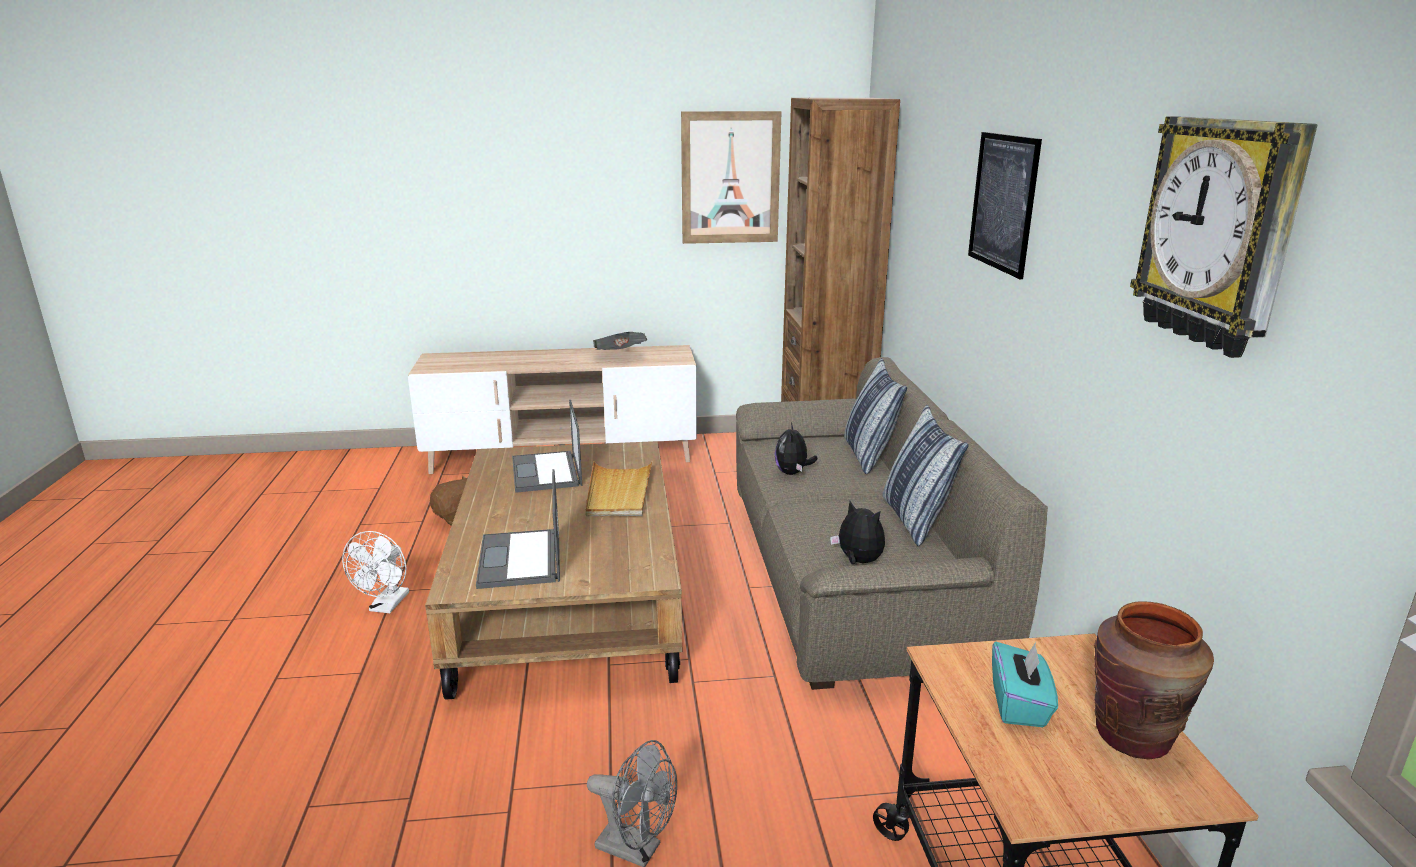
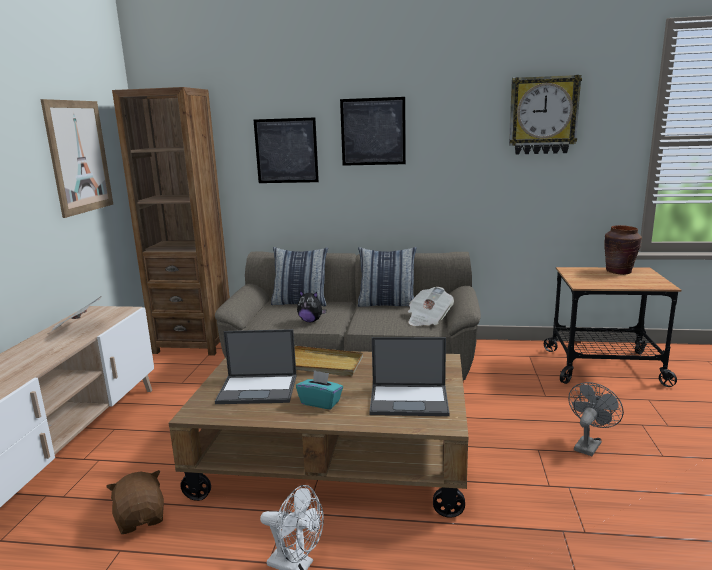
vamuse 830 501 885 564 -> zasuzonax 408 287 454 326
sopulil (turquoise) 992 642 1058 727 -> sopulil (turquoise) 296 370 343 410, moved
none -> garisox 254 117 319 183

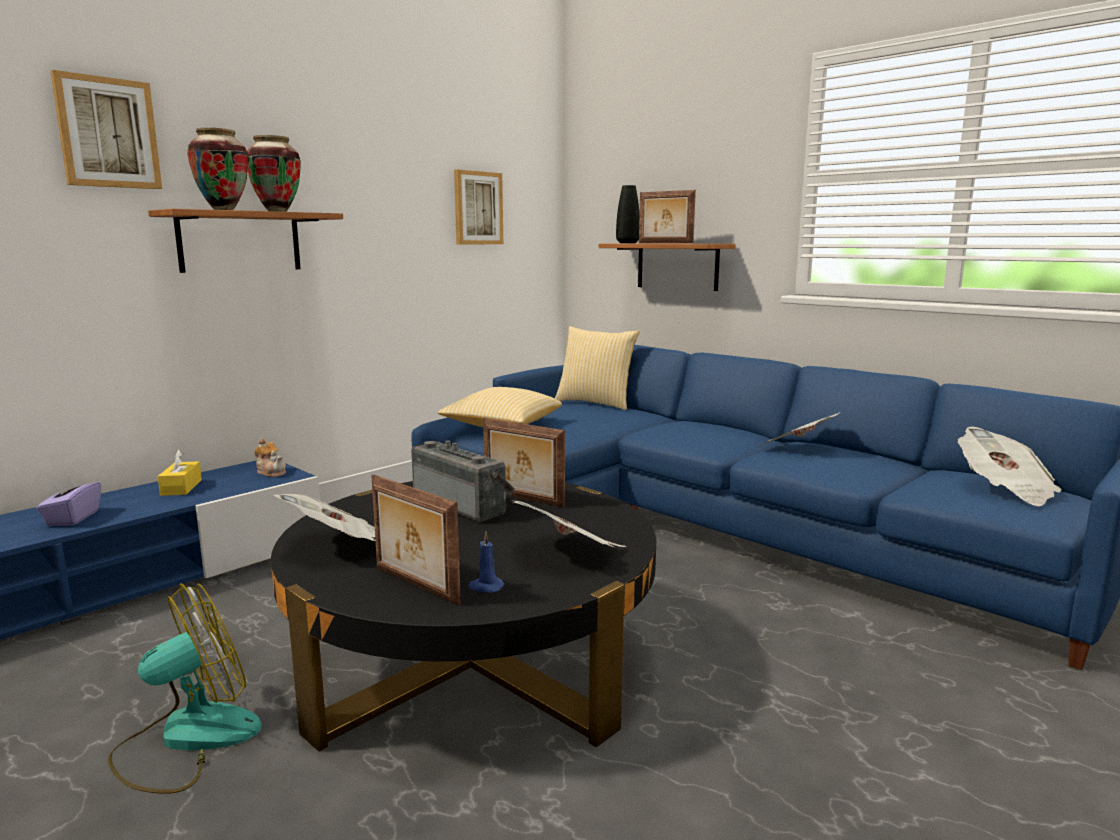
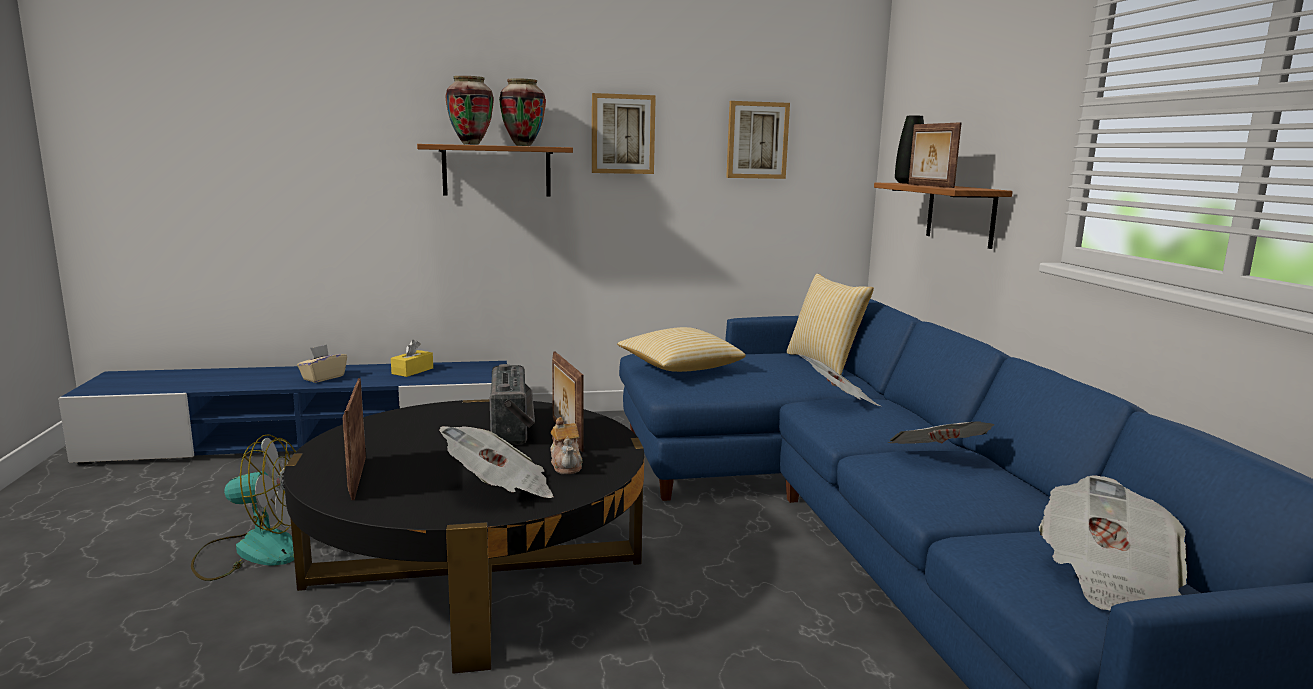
garisox 50 70 162 189 -> garisox 592 93 656 174, moved
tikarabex 254 438 286 477 -> tikarabex 550 417 583 474, moved
sopulil (purple) 36 474 101 526 -> sopulil (beige) 297 344 347 383
zasuzonax 273 494 375 541 -> zasuzonax 798 354 880 406, moved
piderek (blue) 468 532 505 593 -> none

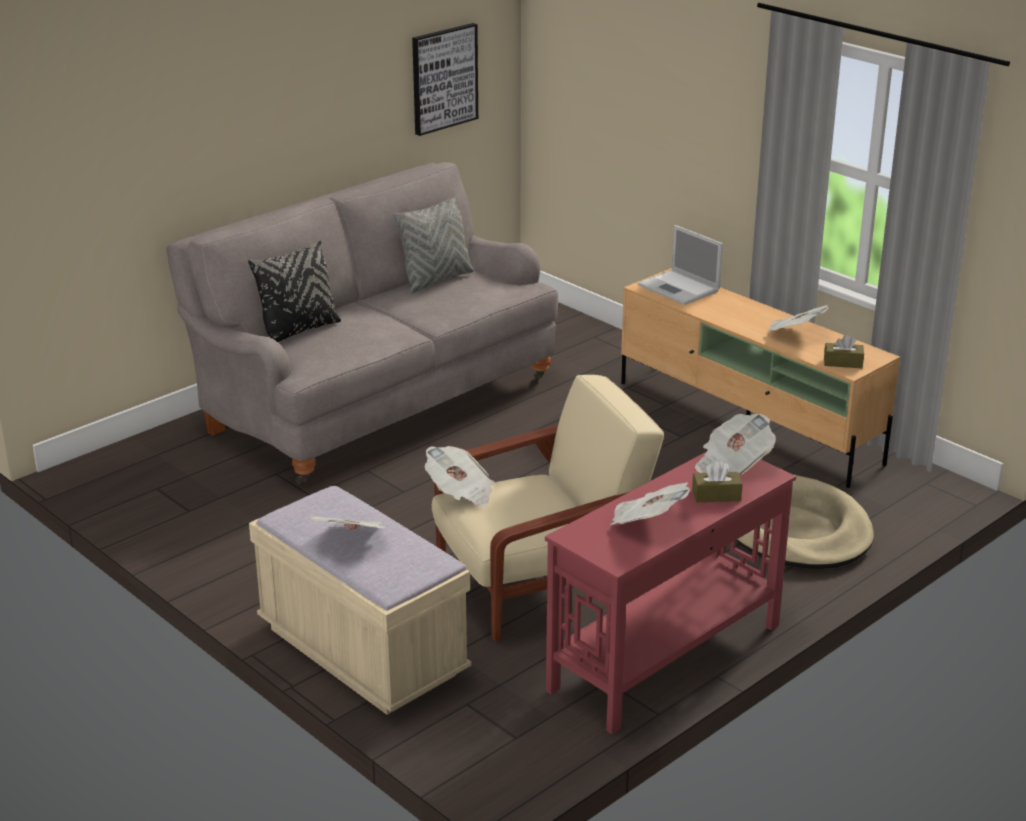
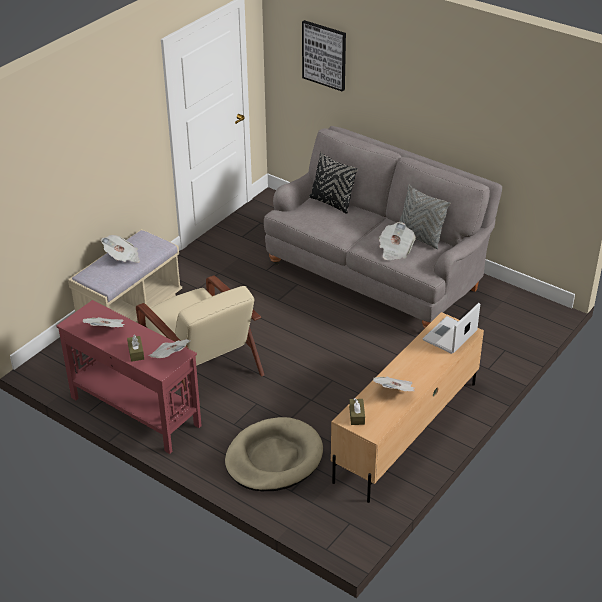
garisox 412 23 478 136 -> garisox 302 20 346 92, moved
zasuzonax 424 446 495 507 -> zasuzonax 379 222 415 260, moved

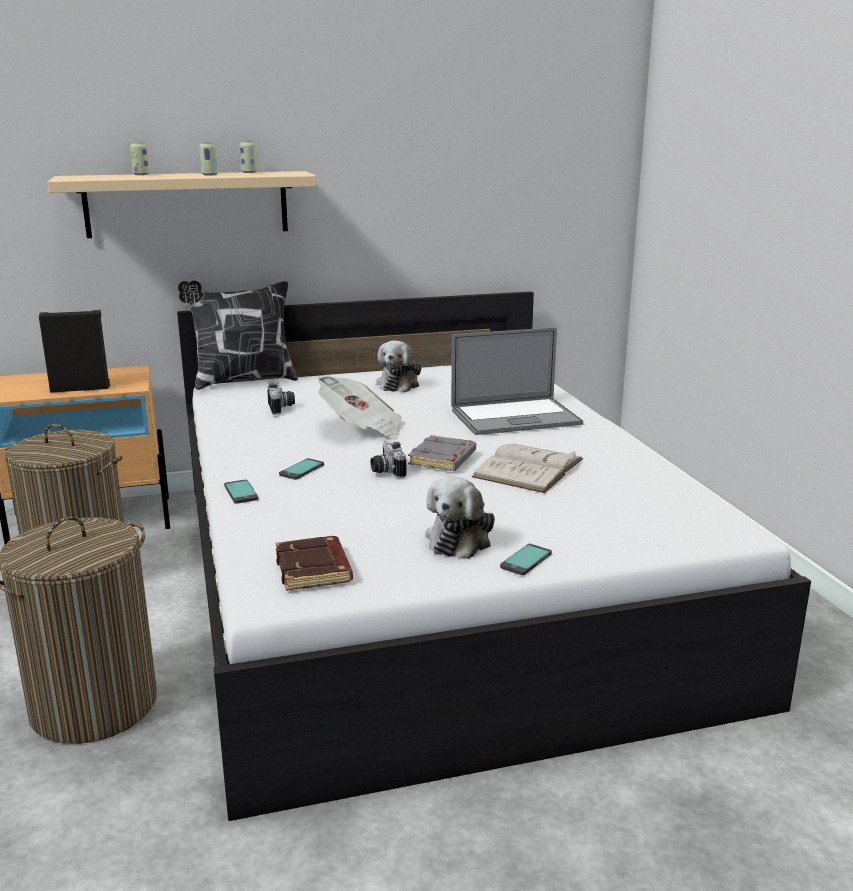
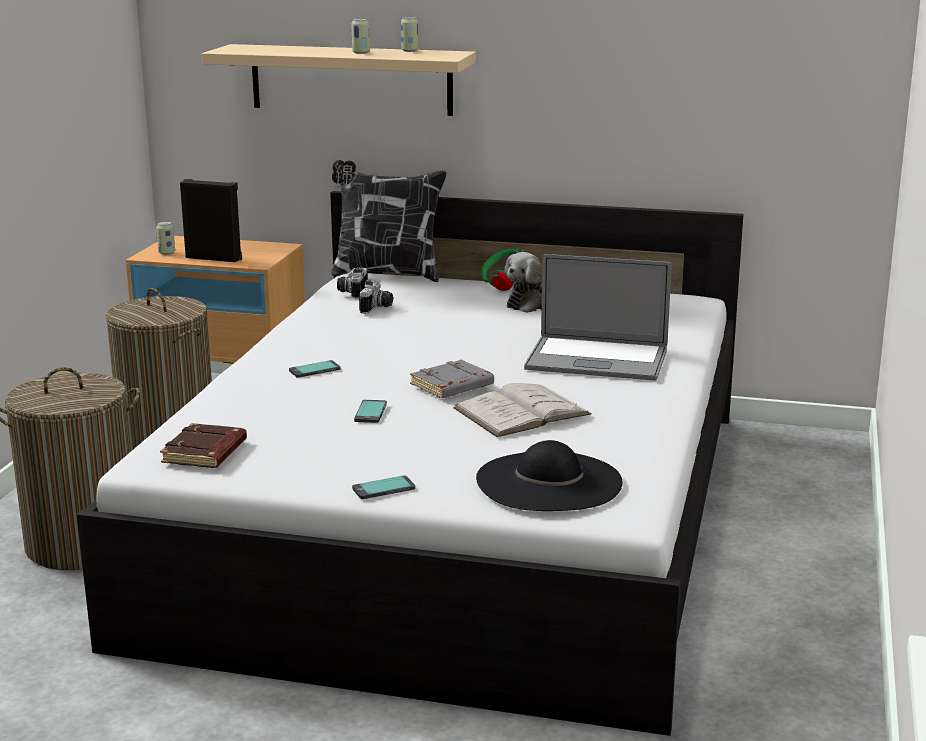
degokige 130 142 149 175 -> degokige 156 222 175 255, moved
zasuzonax 318 375 402 438 -> none
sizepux 370 441 406 478 -> sizepux 337 267 368 299, moved
vamuse 425 477 495 559 -> none
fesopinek 224 480 258 504 -> fesopinek 354 400 387 423, moved
none -> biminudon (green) 481 249 526 291
none -> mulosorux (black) 476 440 623 511

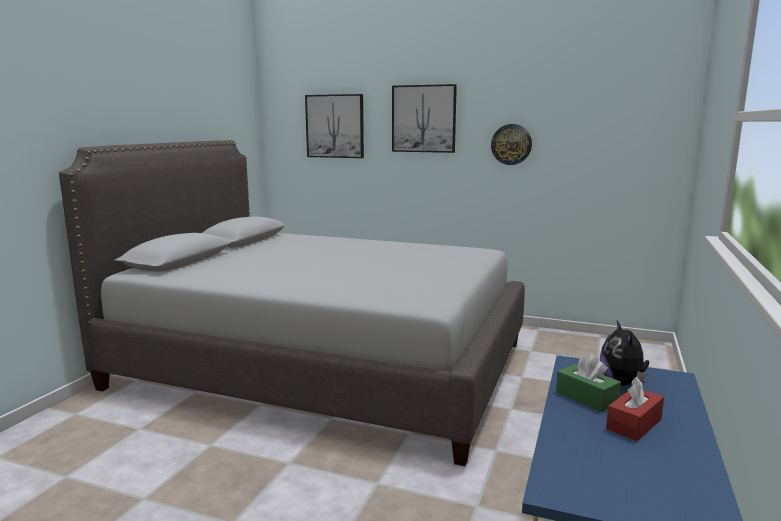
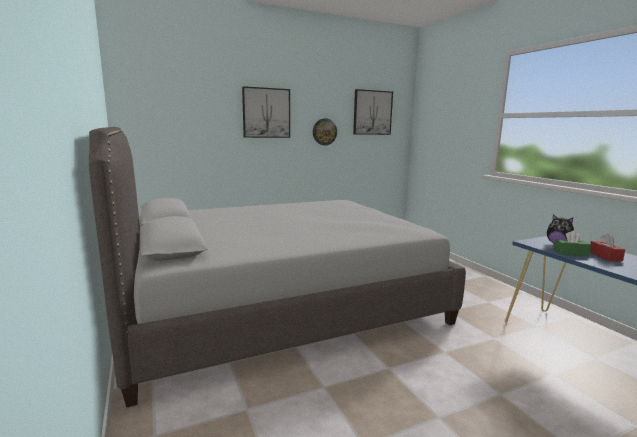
garisox 305 94 364 158 -> garisox 353 89 393 135, moved

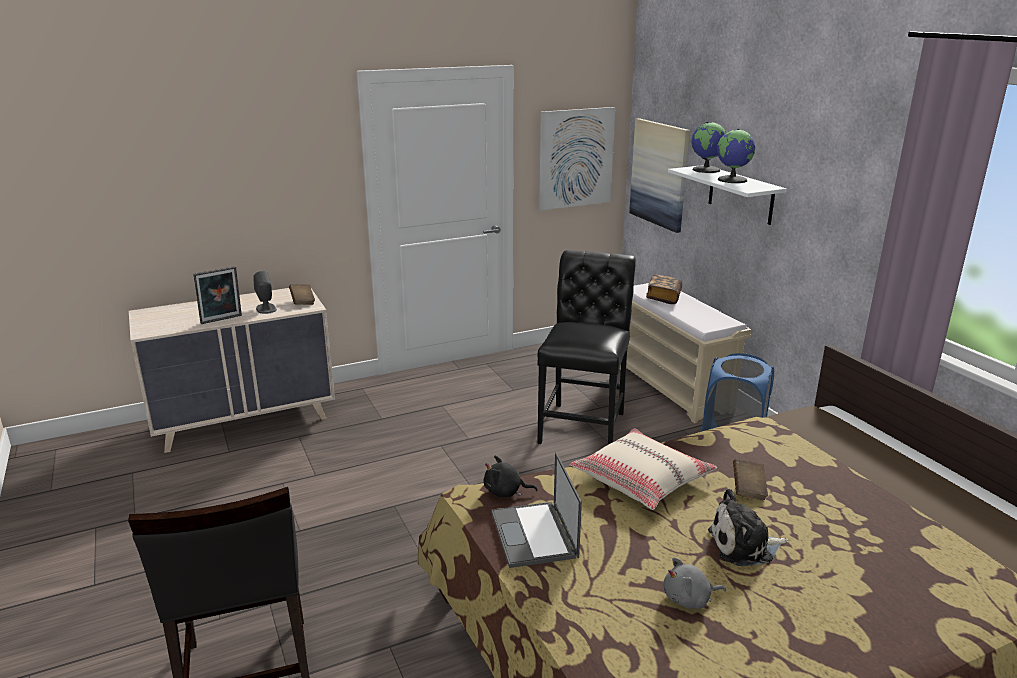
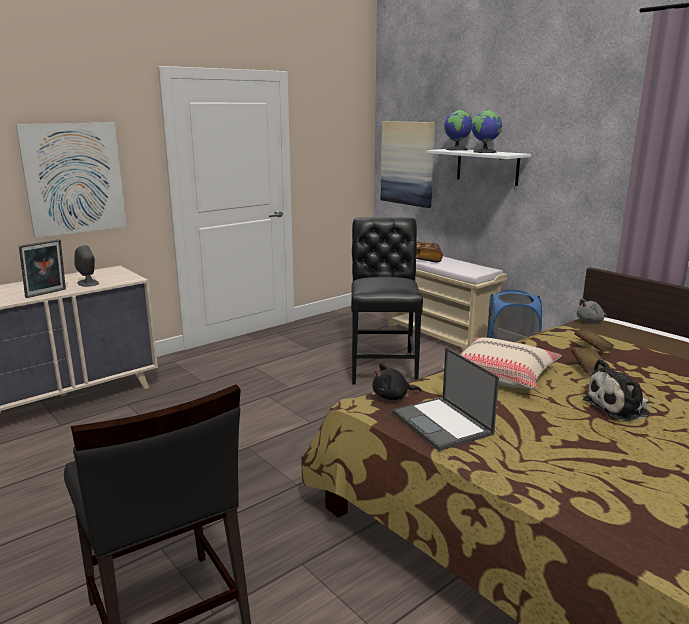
garisox 539 107 616 210 -> garisox 16 122 127 238, moved
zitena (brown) 289 284 315 305 -> zitena (brown) 575 328 614 352, moved
vamuse (grey) 664 557 726 609 -> vamuse (grey) 577 298 607 323, moved

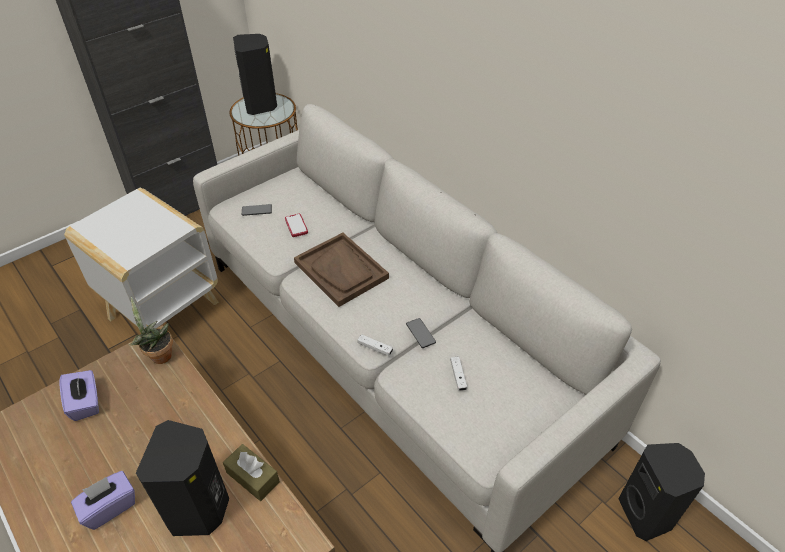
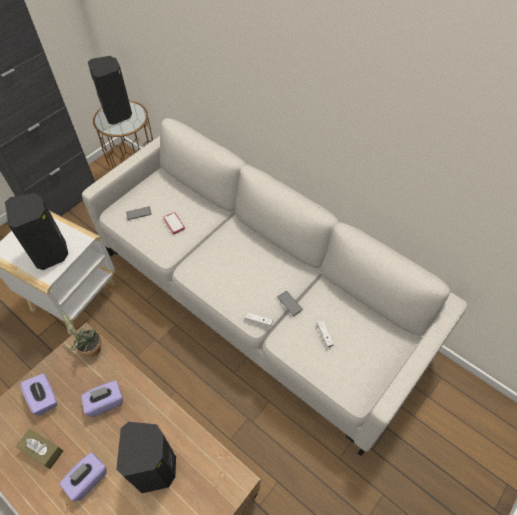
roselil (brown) 294 233 389 307 -> none
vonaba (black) 618 443 705 541 -> vonaba (black) 5 193 68 270, moved
sopulil (brown) 223 444 280 501 -> sopulil (brown) 16 429 63 469, moved
none -> sopulil (purple) 81 381 123 417

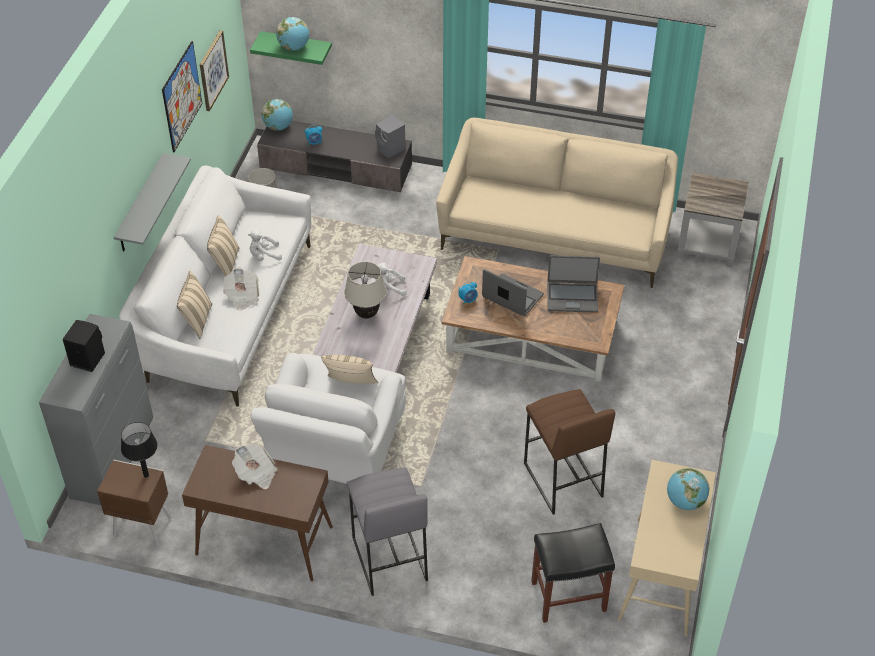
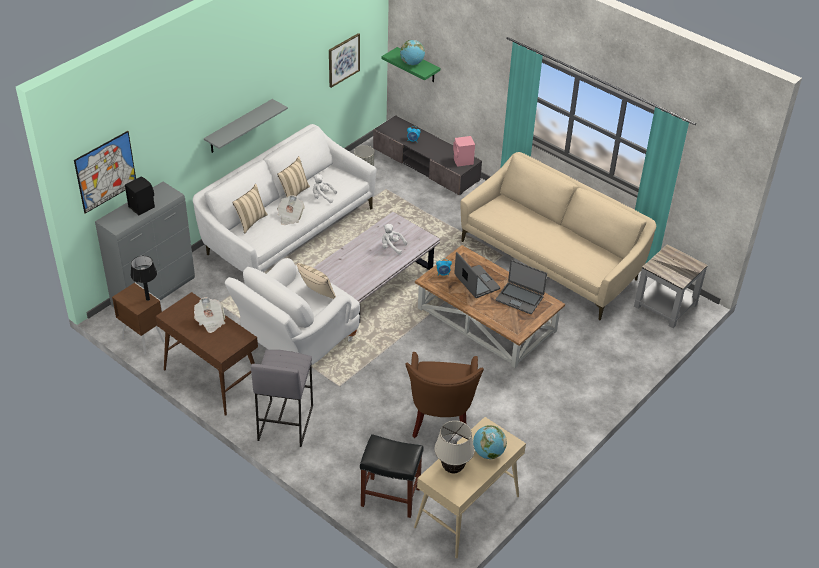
garisox 162 41 202 152 -> garisox 74 131 136 214, moved
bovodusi 262 99 293 131 -> none
vonaba (grey) 375 115 405 158 -> vonaba (pink) 453 136 475 167
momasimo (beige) 344 261 387 319 -> momasimo (beige) 434 421 475 474, moved
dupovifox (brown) 524 389 615 515 -> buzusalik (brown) 405 352 484 438

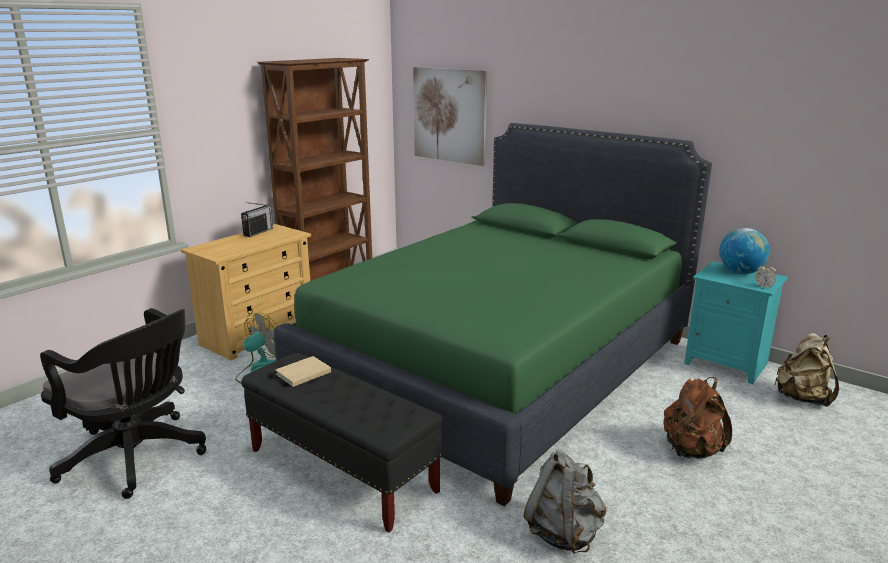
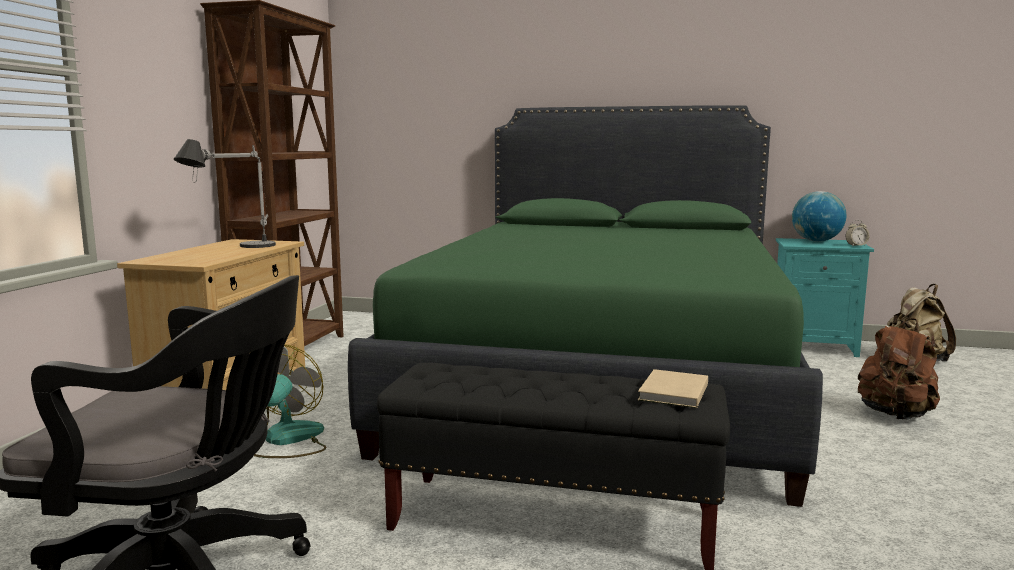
garisox 413 67 487 166 -> none
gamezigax 241 202 273 237 -> none
zitena (beige) 276 356 331 387 -> zitena (beige) 638 369 708 408, moved
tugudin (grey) 524 450 606 554 -> none
none -> momasimo 174 139 276 248

